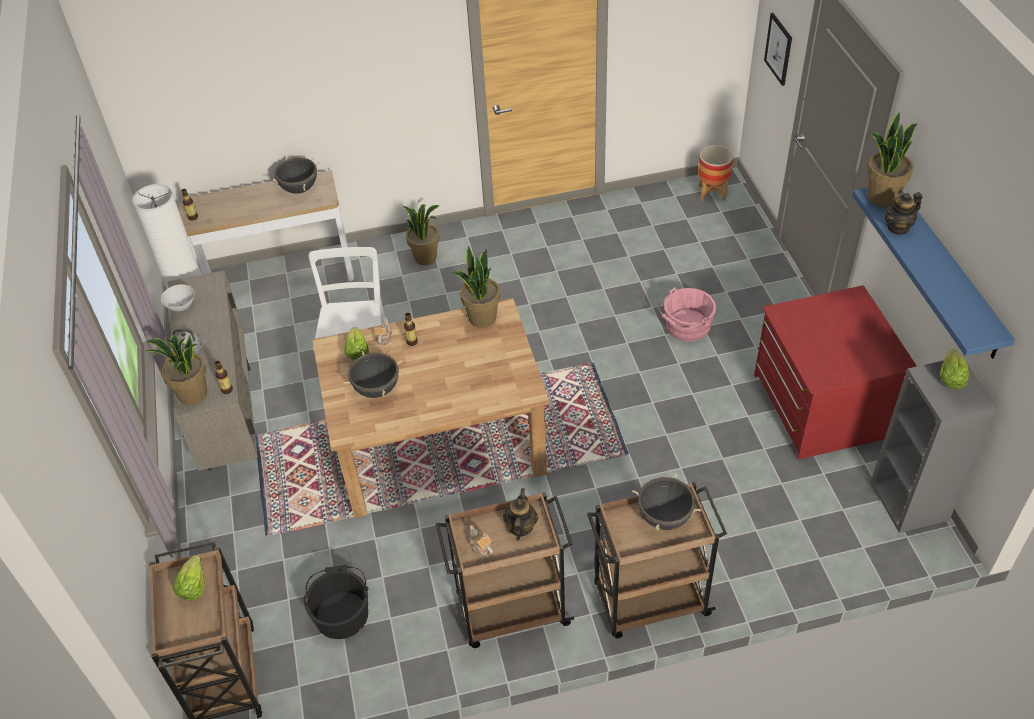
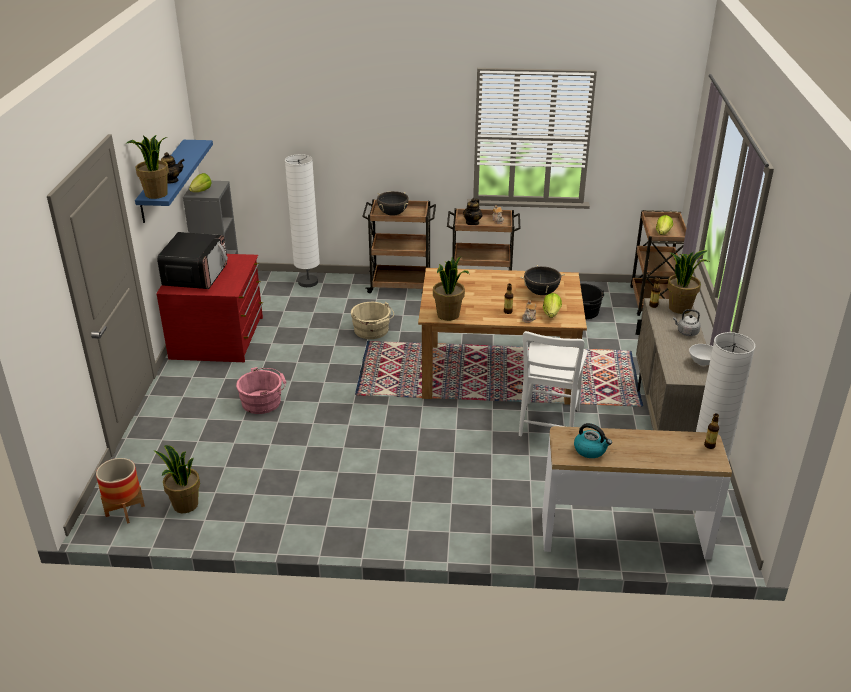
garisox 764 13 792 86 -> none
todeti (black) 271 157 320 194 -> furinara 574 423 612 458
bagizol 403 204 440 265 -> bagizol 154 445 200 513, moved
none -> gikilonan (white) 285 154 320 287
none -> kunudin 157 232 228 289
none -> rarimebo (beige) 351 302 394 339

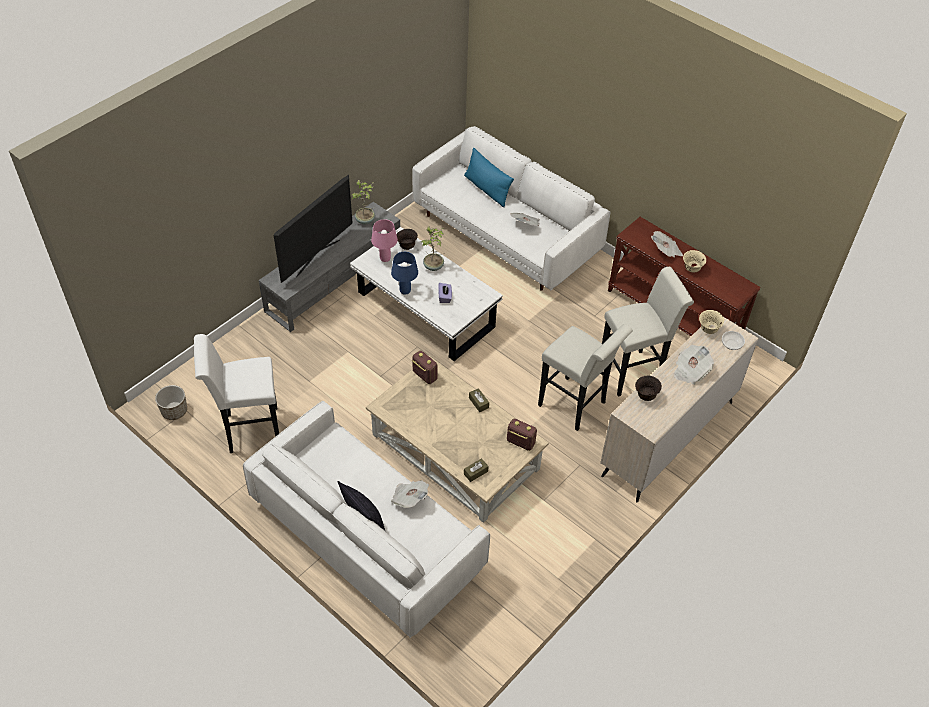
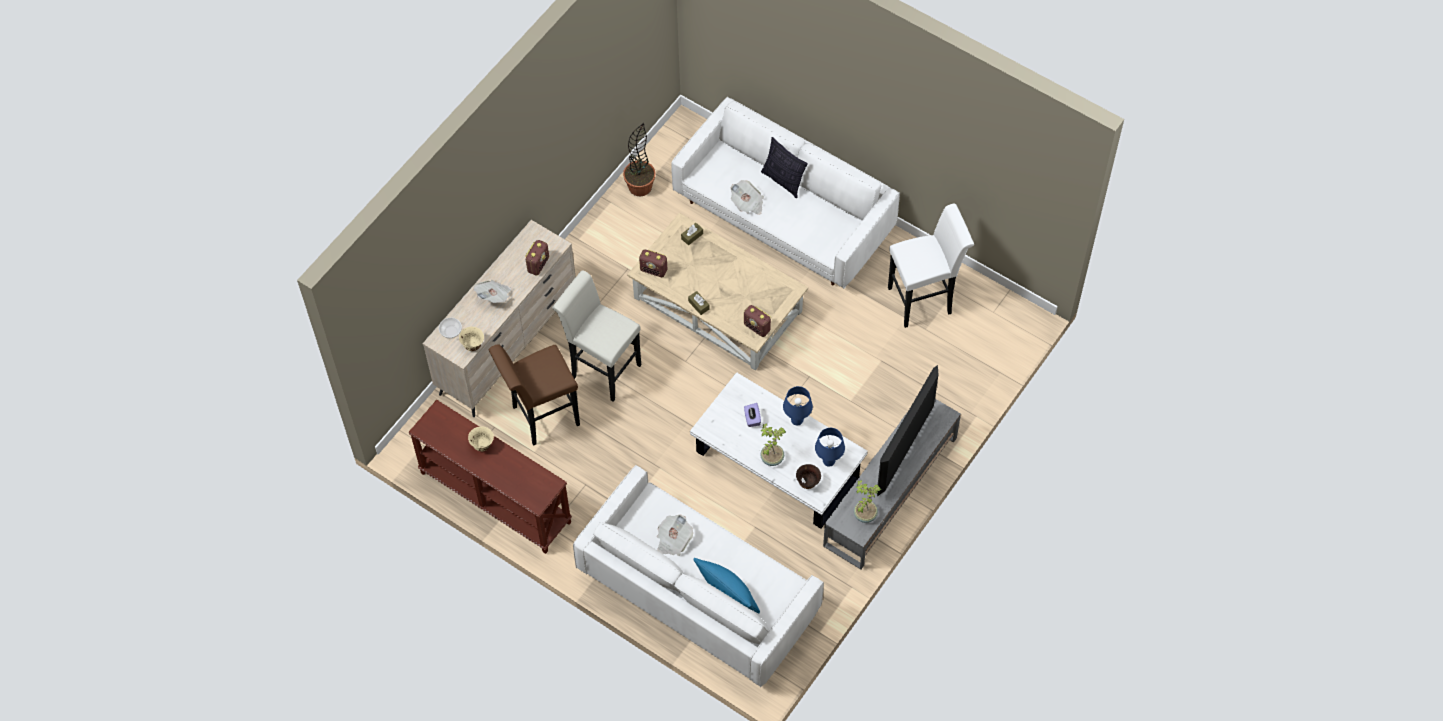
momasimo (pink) 371 219 398 262 -> momasimo (blue) 815 428 845 467
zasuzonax 651 231 683 258 -> none
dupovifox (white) 602 267 694 397 -> dupovifox (brown) 489 344 580 446
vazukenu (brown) 635 376 662 401 -> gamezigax 525 240 549 276
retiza 155 385 187 420 -> none
none -> bagizol 623 123 656 196

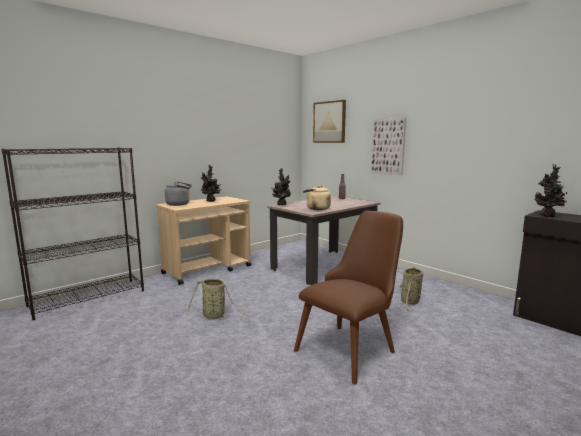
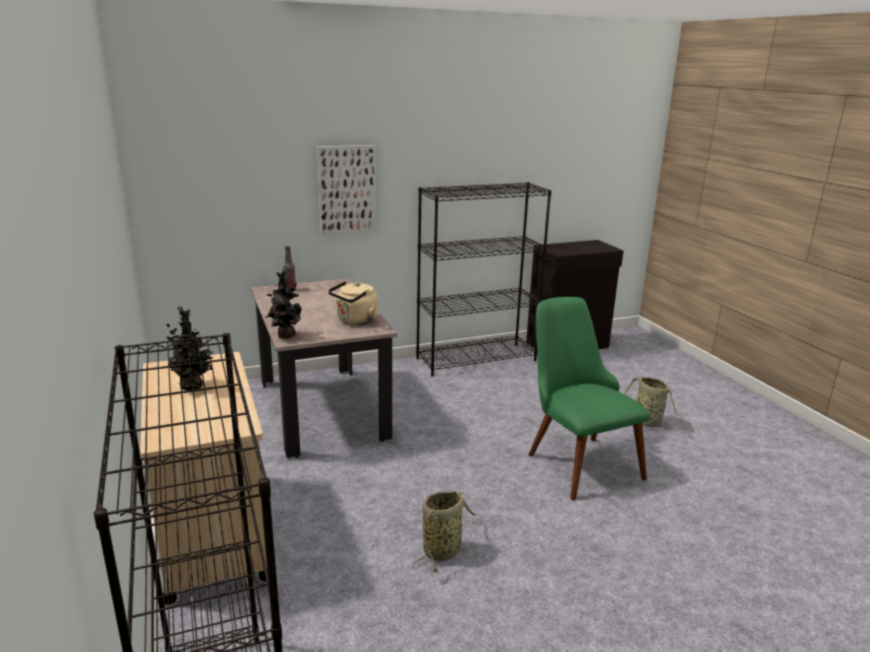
garisox 313 100 346 143 -> none
bagizol 535 164 567 217 -> none
furinara (grey) 165 182 192 206 -> none
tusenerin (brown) 294 211 403 385 -> tusenerin (green) 528 297 650 500
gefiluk 400 267 423 312 -> gefiluk 624 377 692 432, moved
none -> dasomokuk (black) 416 182 552 376

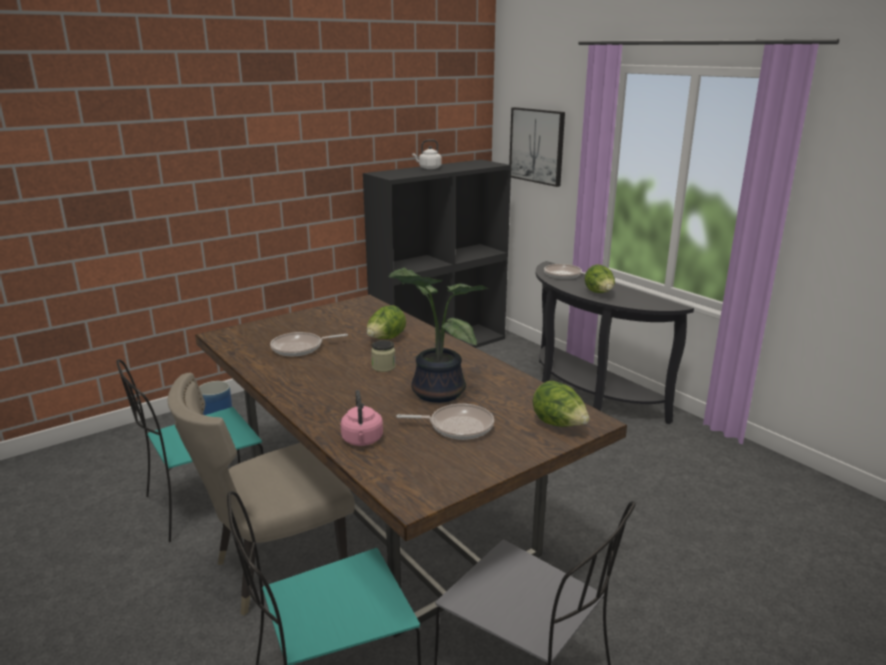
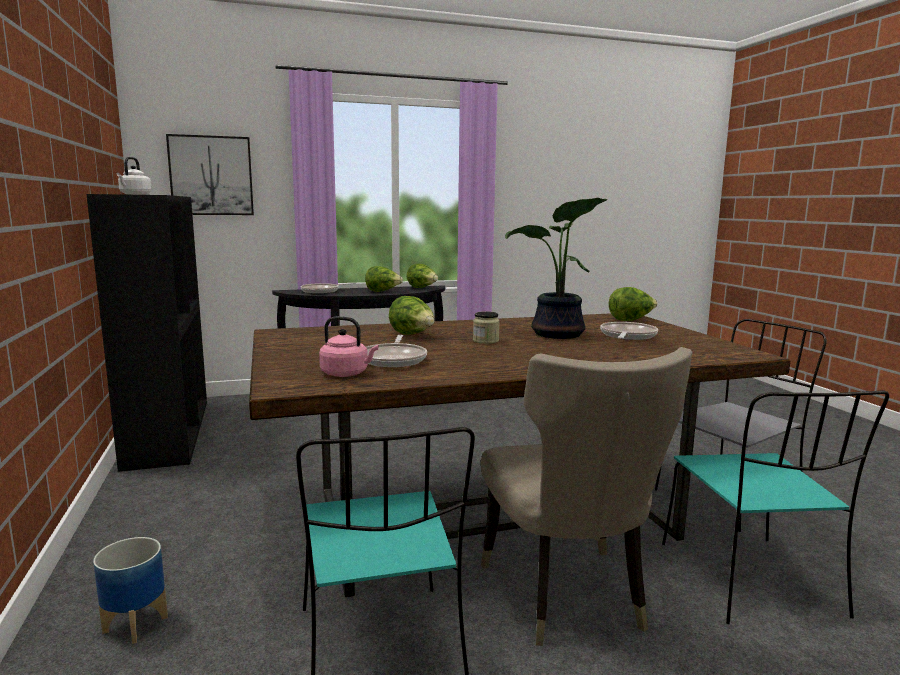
furinara (pink) 341 390 383 446 -> furinara (pink) 319 316 379 377, moved
none -> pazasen 406 264 438 288

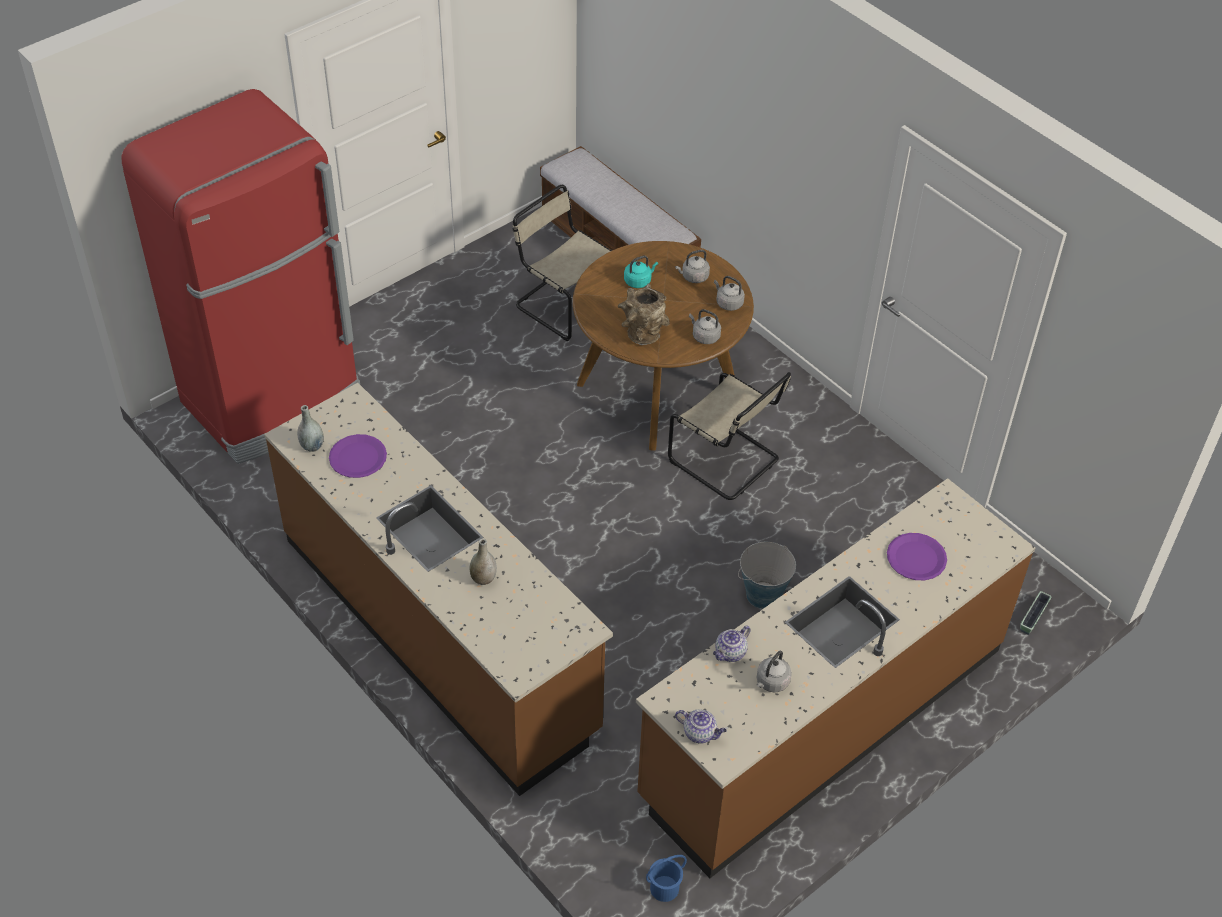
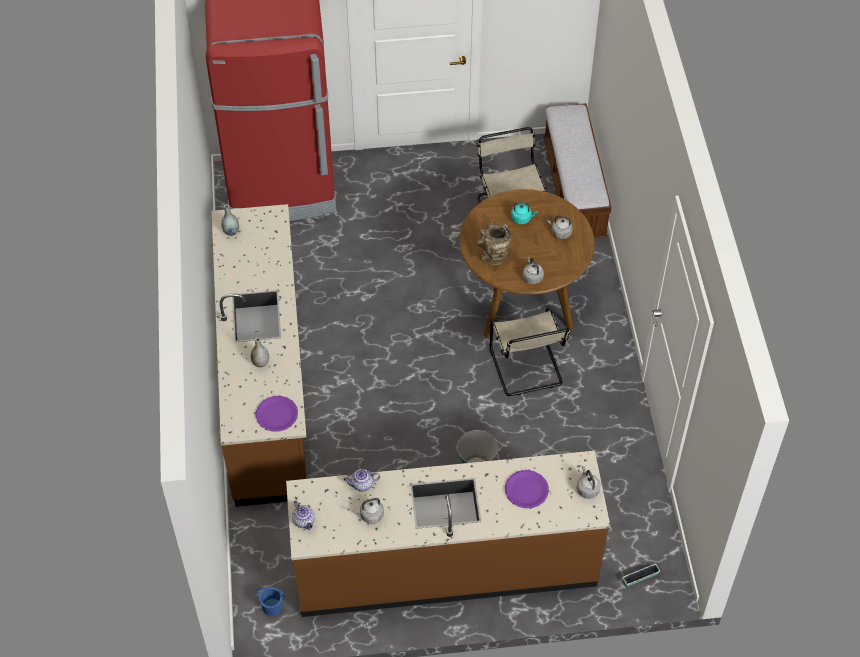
furinara (grey) 714 276 745 311 -> furinara (grey) 576 467 601 499, moved
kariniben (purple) 329 434 387 478 -> kariniben (purple) 256 396 298 432, moved

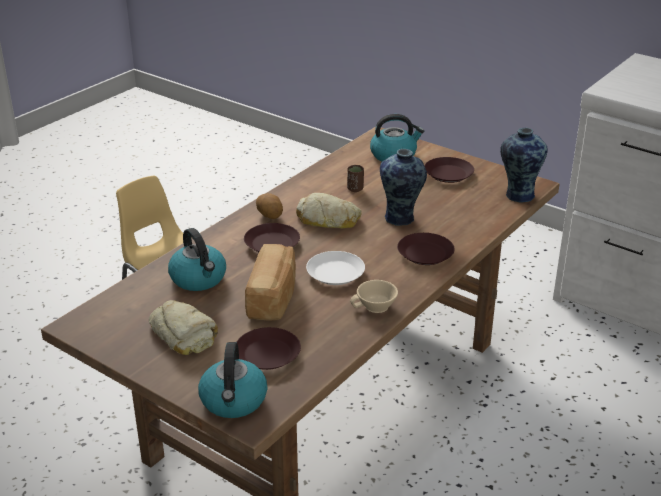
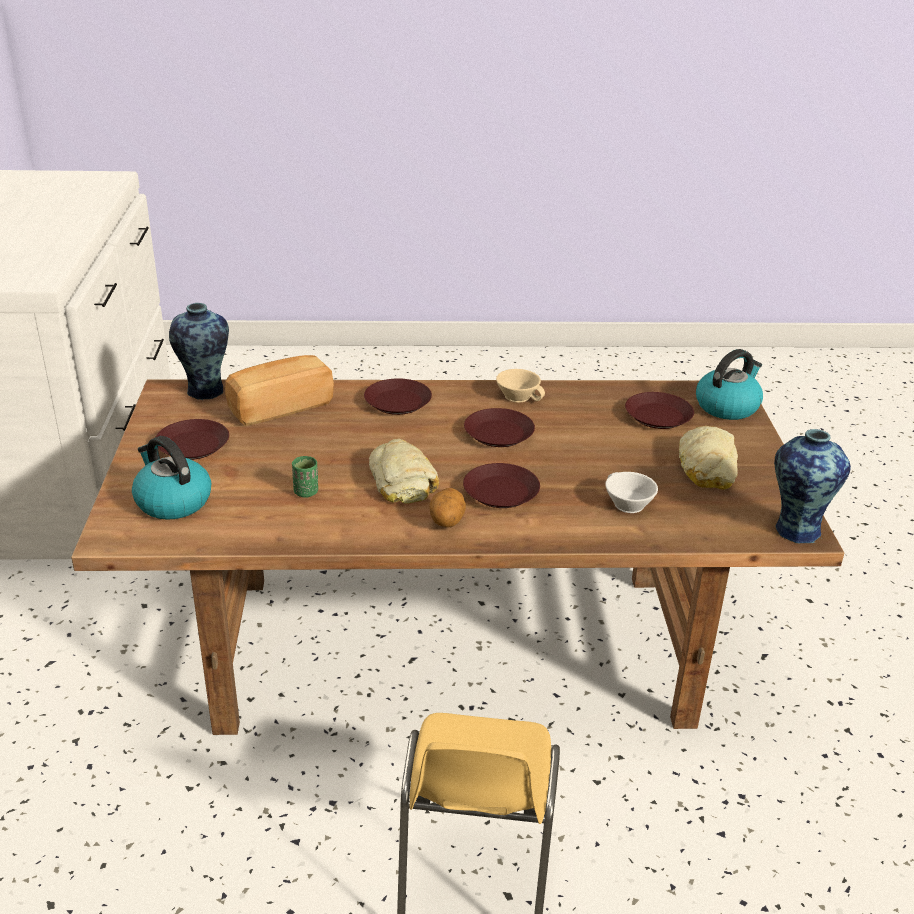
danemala 380 149 427 226 -> danemala 774 429 851 543, moved
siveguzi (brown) 347 165 364 192 -> siveguzi (green) 292 456 318 498
furinara 168 228 226 291 -> siveguzi (white) 605 472 658 513
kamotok 245 244 296 321 -> kamotok 225 355 334 426, moved
kariniben (white) 306 251 365 285 -> kariniben (brown) 464 408 535 447

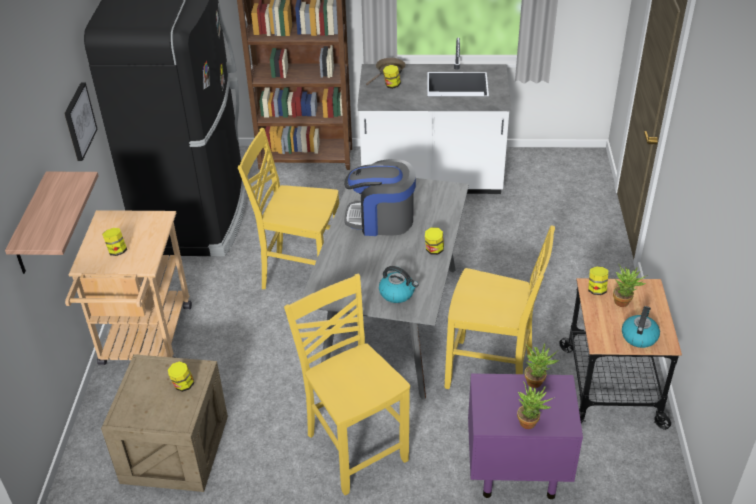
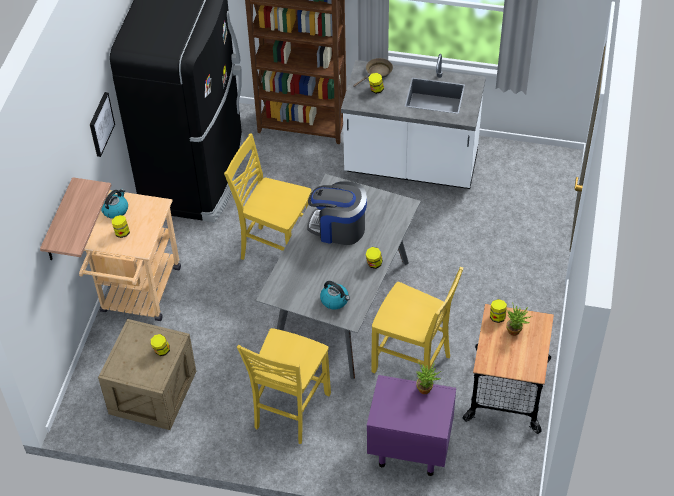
tusenerin (yellow) 284 274 410 495 -> tusenerin (yellow) 237 328 331 444, 135 degrees counterclockwise
furinara 622 306 660 348 -> furinara 101 189 128 219, moved
bagizol 517 381 553 429 -> none

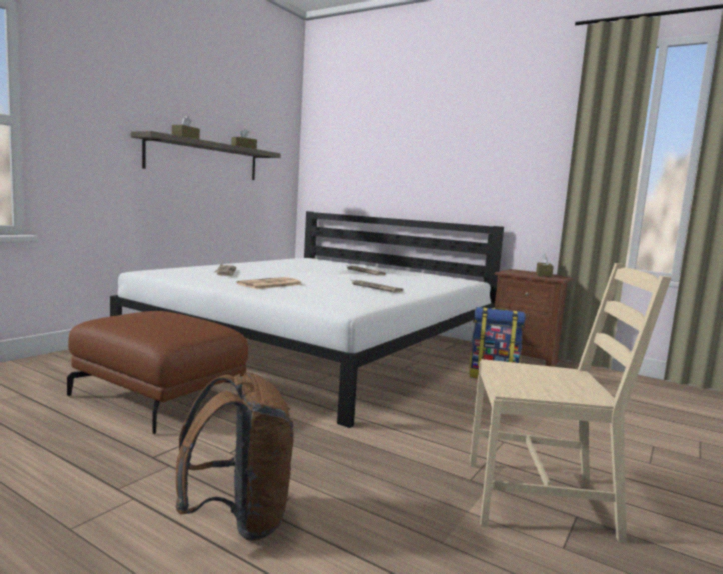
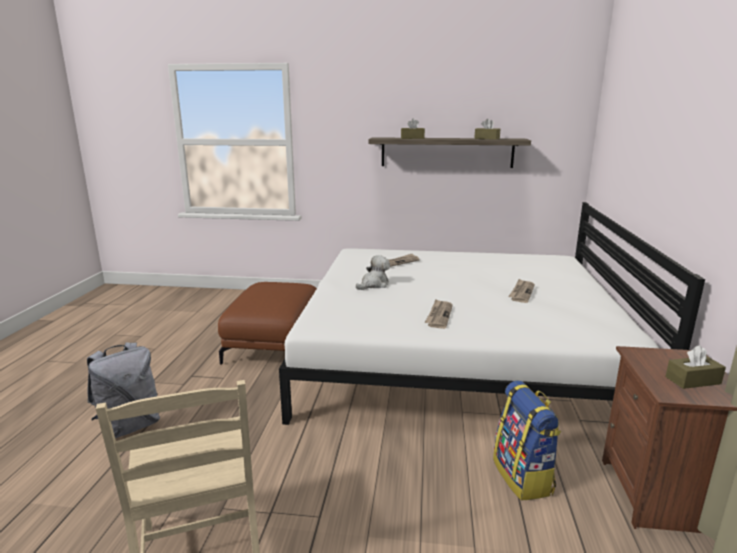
zasuzonax 236 277 303 289 -> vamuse 356 255 390 290
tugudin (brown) 175 372 294 541 -> tugudin (grey) 87 342 160 438

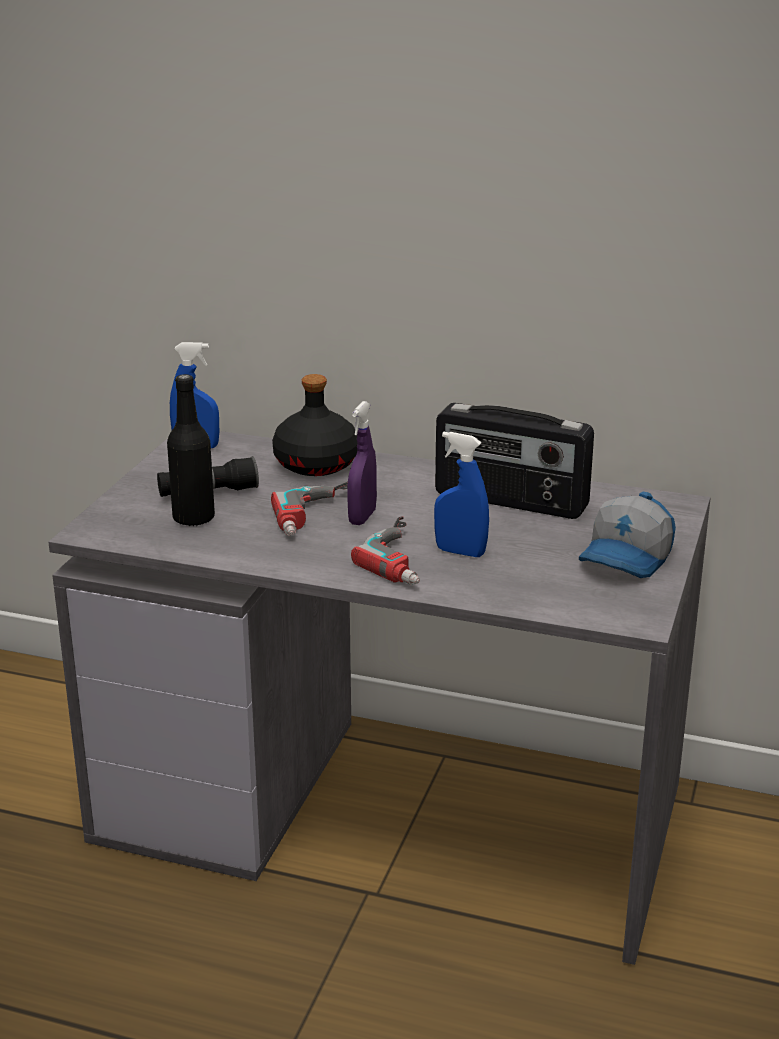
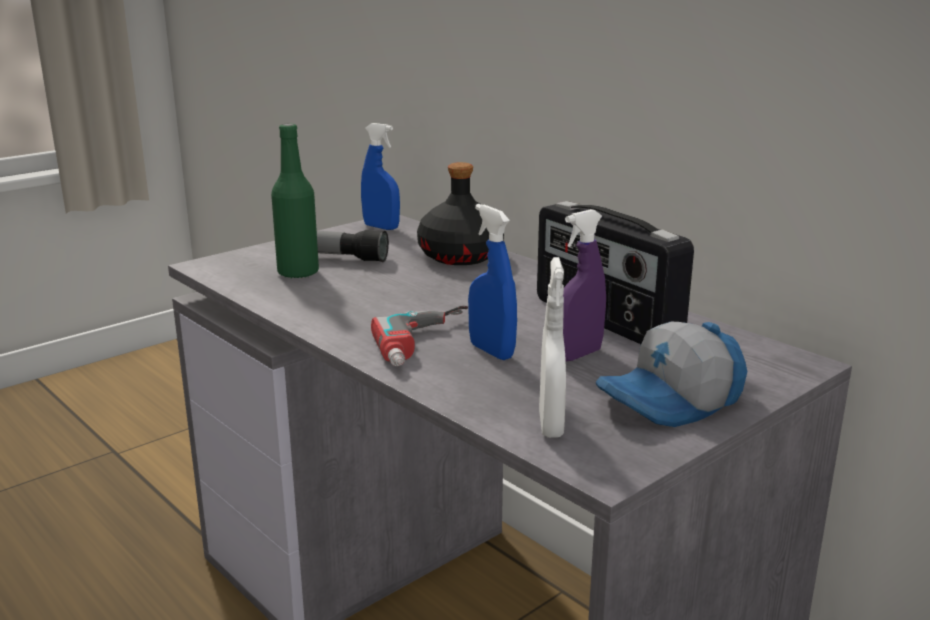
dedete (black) 167 374 215 526 -> dedete (green) 271 123 319 278
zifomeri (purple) 347 401 377 525 -> zifomeri (purple) 563 209 606 362, moved
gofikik 271 482 348 535 -> none
none -> zifomeri (white) 539 257 566 438

